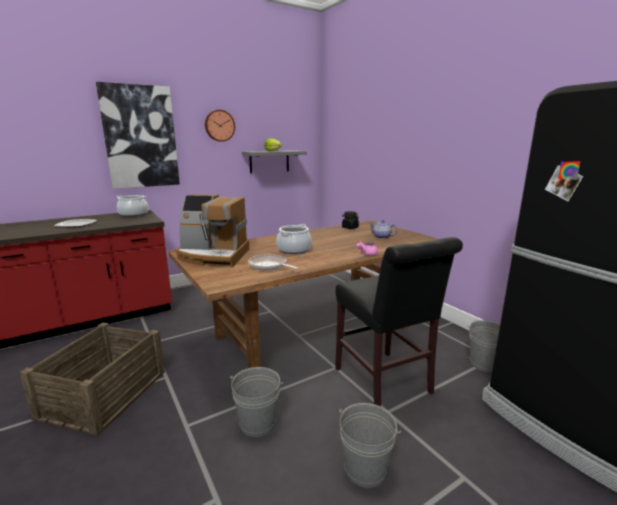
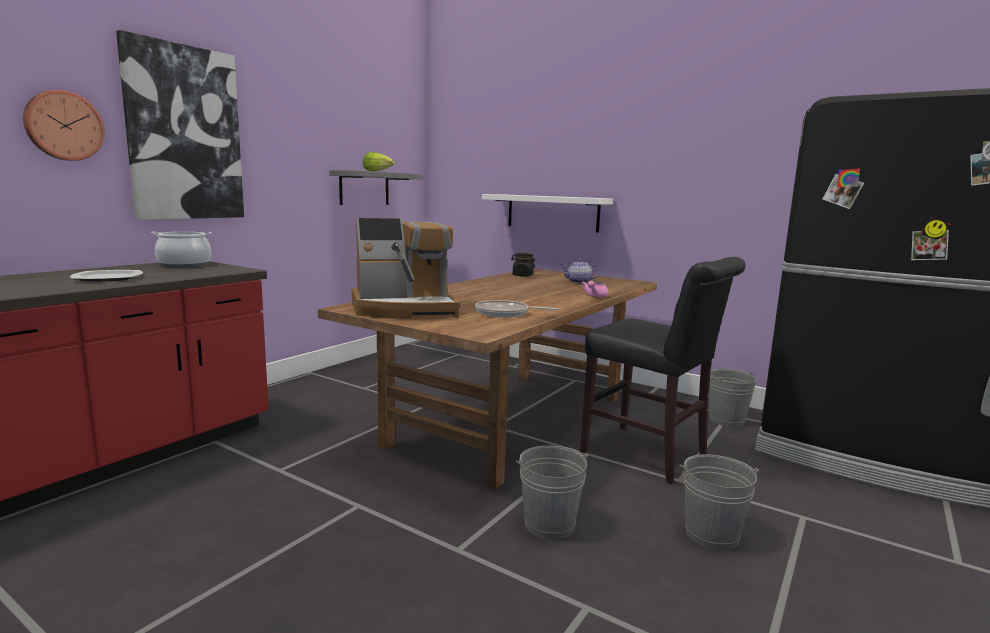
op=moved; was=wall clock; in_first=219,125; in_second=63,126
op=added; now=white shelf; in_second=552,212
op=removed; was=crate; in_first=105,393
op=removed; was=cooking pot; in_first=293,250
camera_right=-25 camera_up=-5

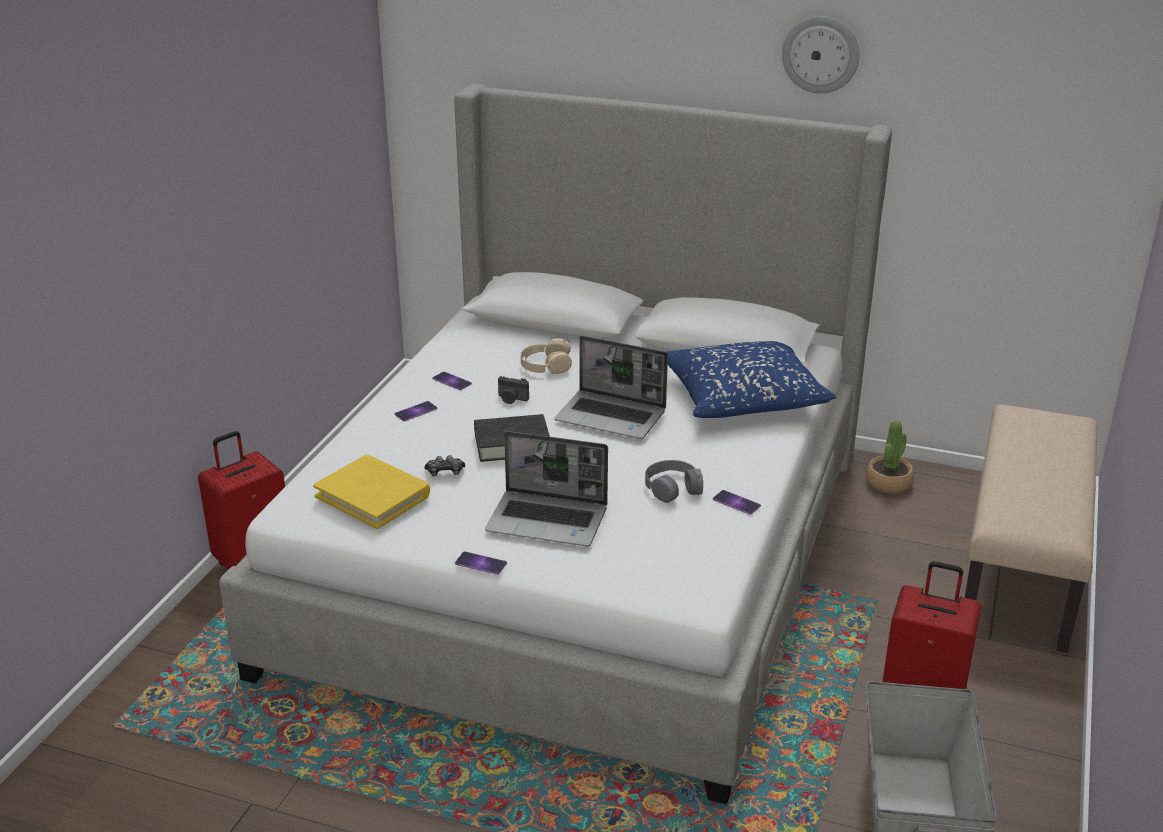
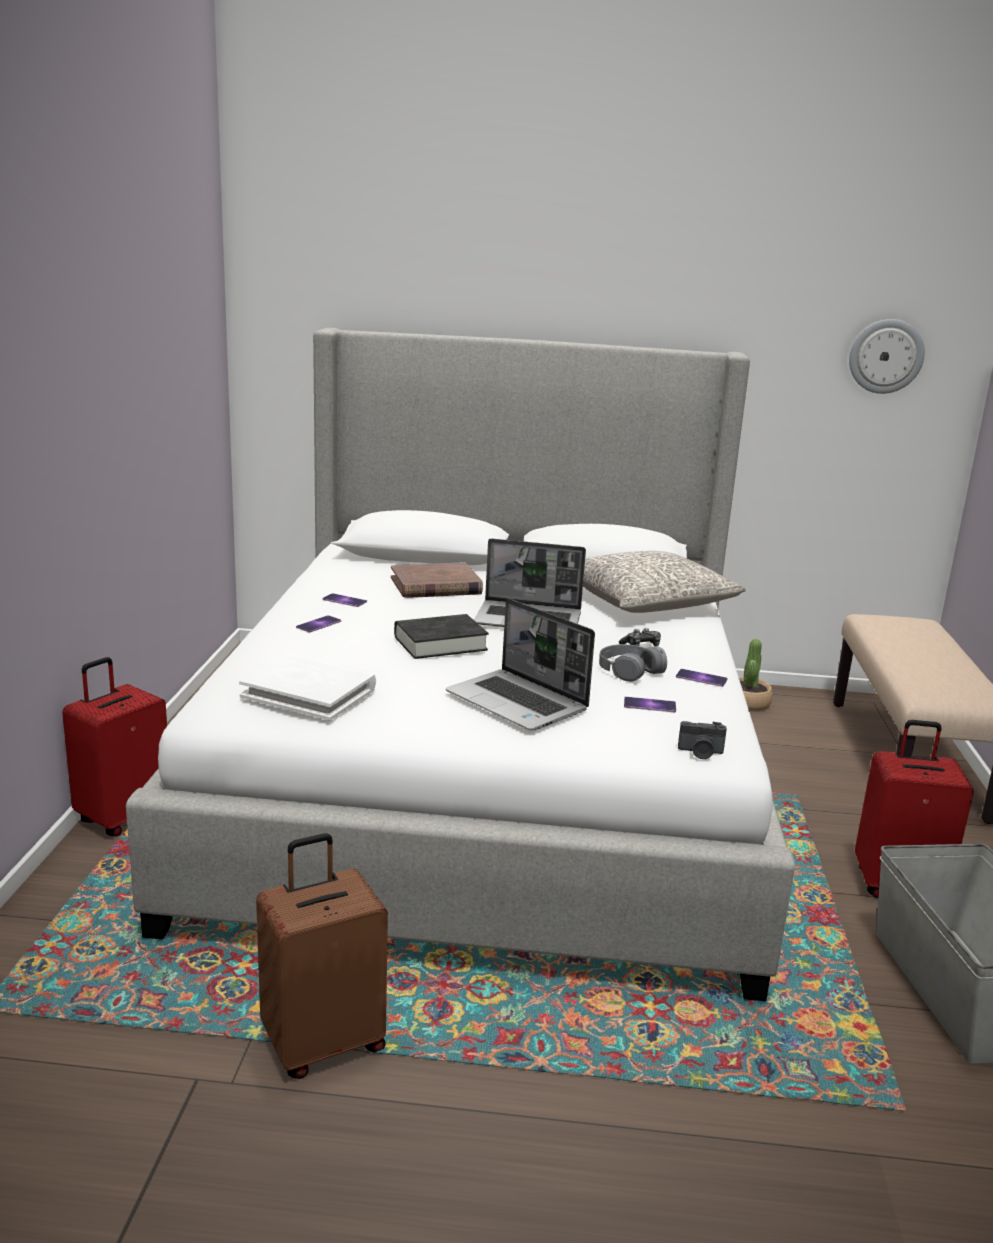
op=recoloured; was=yellow book; now=white book; in_first=373,496; in_second=309,692
op=added; now=brown suitcase; in_second=323,1043
op=replaced; was=beige headphones; now=brown book; in_first=545,365; in_second=435,586
op=turned; was=laptop; in_first=549,520; in_second=518,703; clockwise=45
op=recoloured; was=blue pillow; now=grey pillow; in_first=743,397; in_second=646,601
op=moved; was=game controller; in_first=445,472; in_second=641,646
op=moved; was=phone; in_first=480,563; in_second=649,705
op=moved; was=photo camera; in_first=511,399; in_second=700,753
op=moved; was=wall clock; in_first=821,54; in_second=886,356
camera_right=-15 camera_up=-10

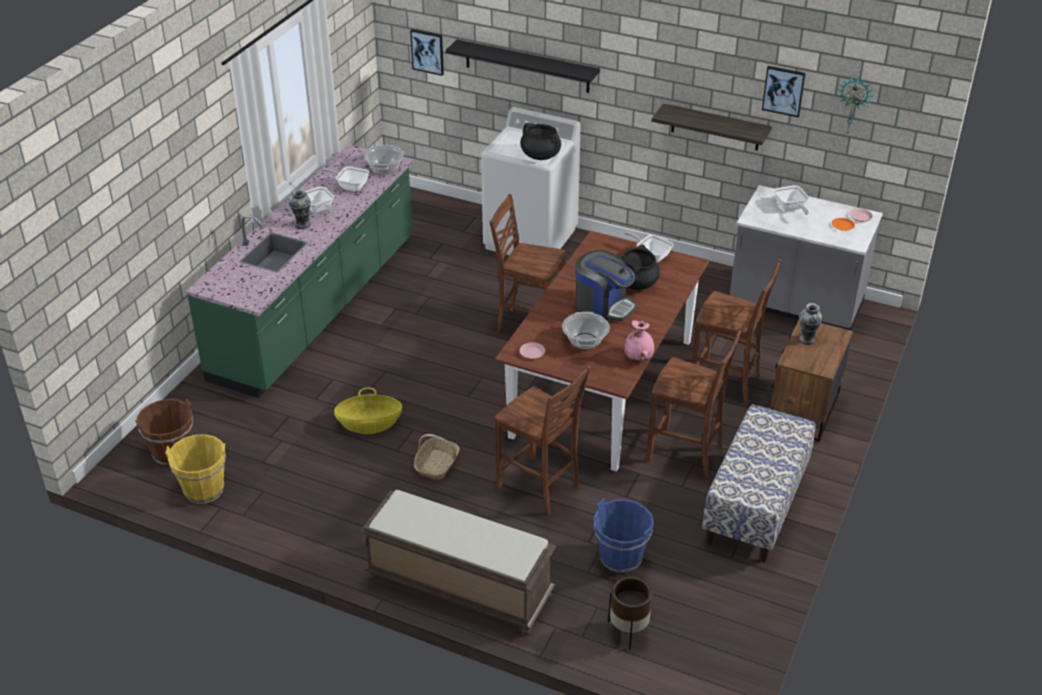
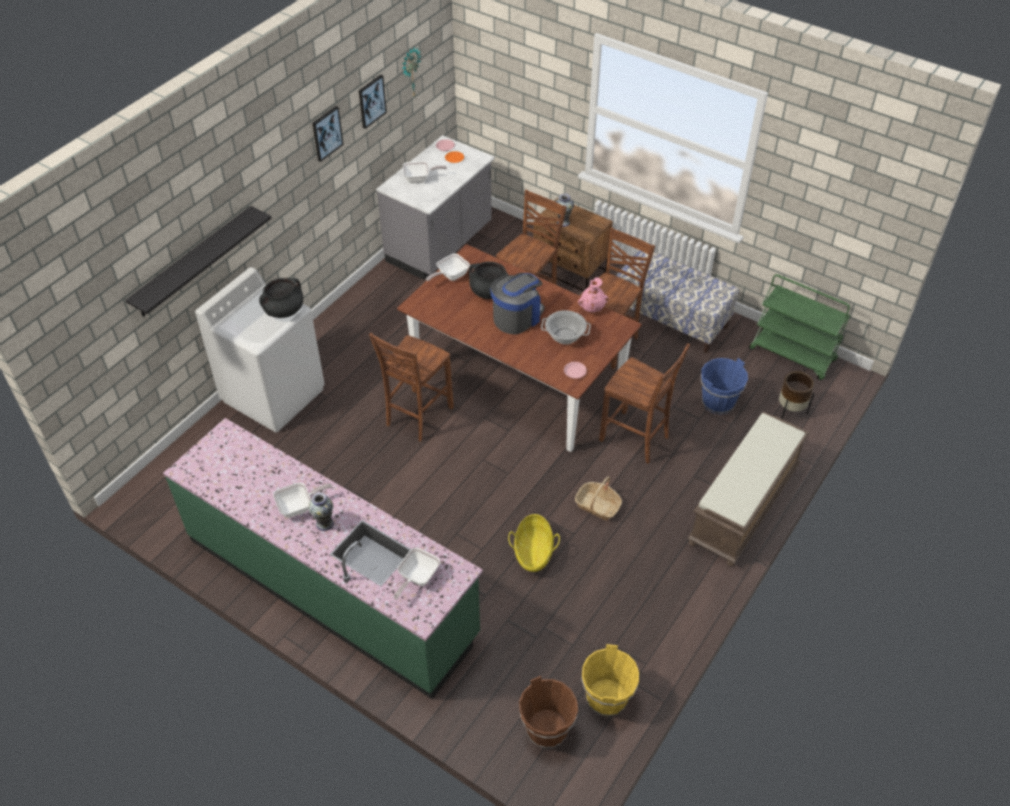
op=moved; was=picture; in_first=427,51; in_second=326,133
op=moved; was=frying pan; in_first=350,186; in_second=416,578
op=turned; was=brown chair; in_first=540,487; in_second=635,439; clockwise=75
op=added; now=green cart; in_second=793,355
op=removed; was=cooking pot; in_first=384,168
op=removed; was=shelf; in_first=715,127
camera_right=-80 camera_up=10

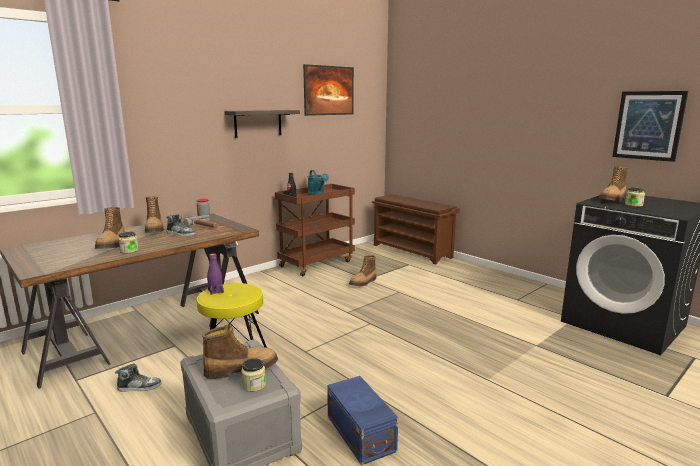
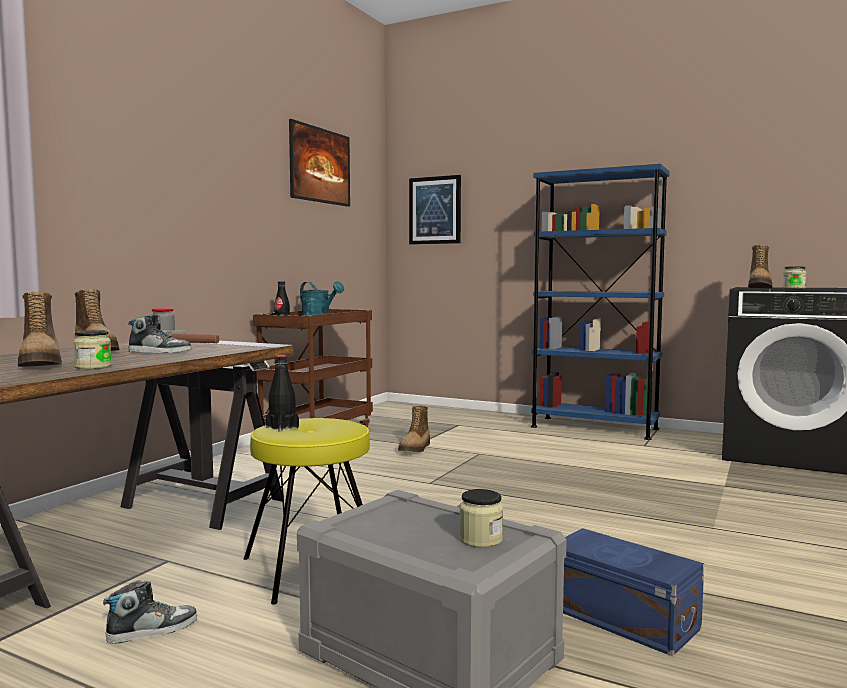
op=recoloured; was=purple bottle; now=black bottle; in_first=215,291; in_second=282,427
op=moved; was=picture; in_first=648,125; in_second=435,210
op=added; now=blue bookcase; in_second=594,428
op=removed; was=boot; in_first=241,369
op=removed; was=shelf; in_first=258,123
op=removed; was=brown shoe rack; in_first=412,251
camera_right=-20 camera_up=-10

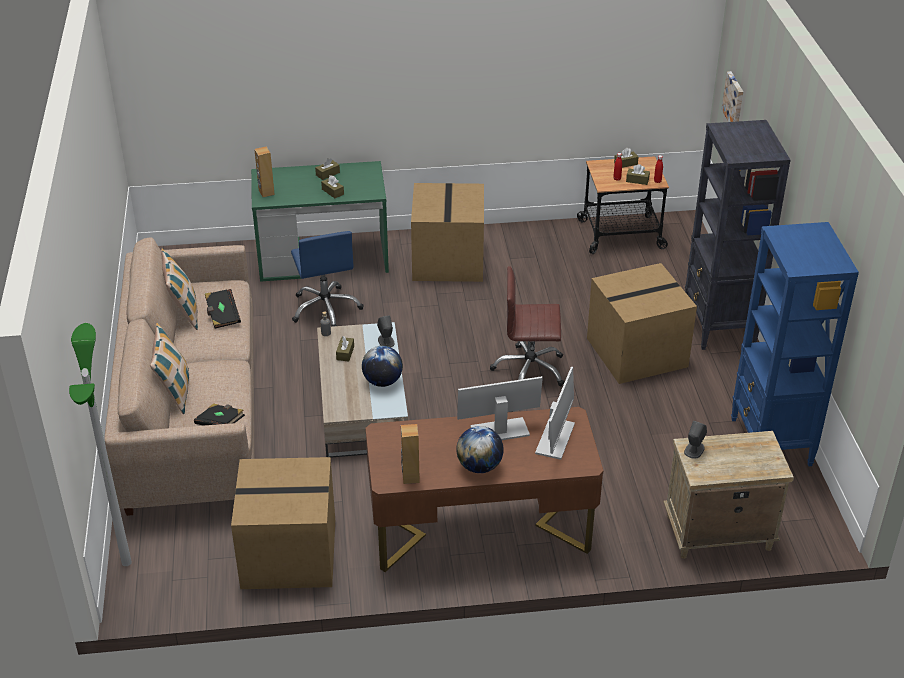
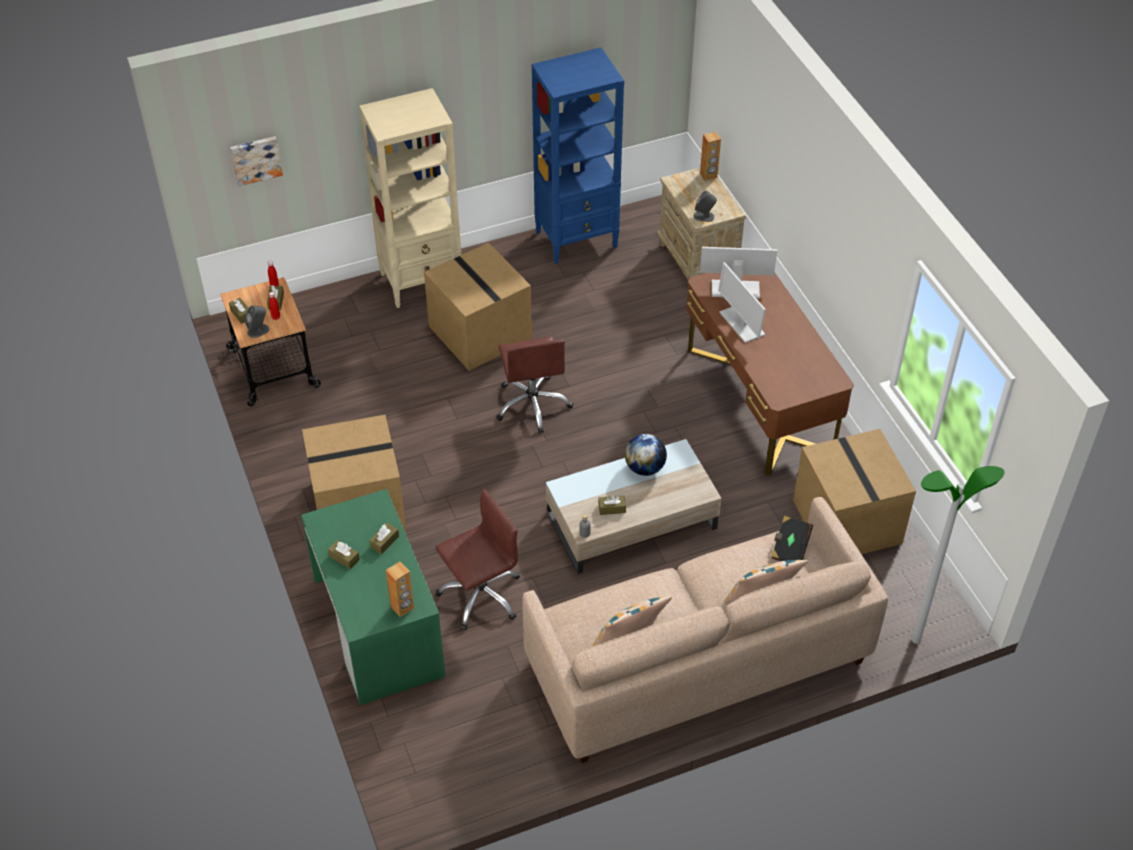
op=moved; was=grey speaker; in_first=386,341; in_second=258,330
op=recoloured; was=black bookcase; now=beige bookcase; in_first=719,326; in_second=422,282
op=recoloured; was=blue office chair; now=brown office chair; in_first=326,308; in_second=480,595
op=moved; was=brown speaker; in_first=410,477; in_second=708,175
op=removed; was=black book; in_first=222,315
op=removed; was=globe; in_first=479,466
camera_right=-105 camera_up=10

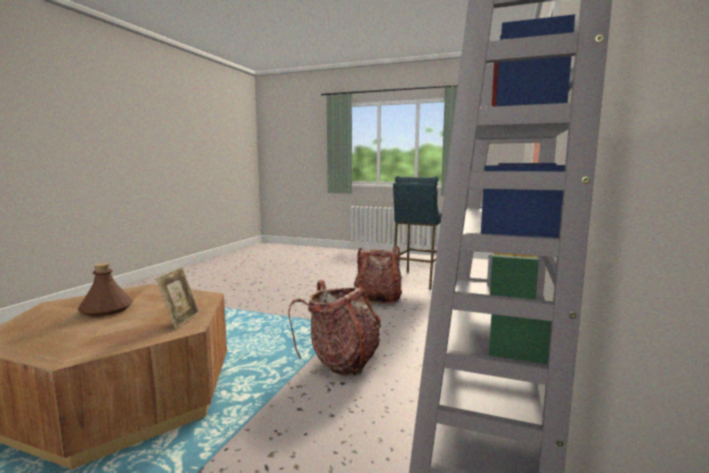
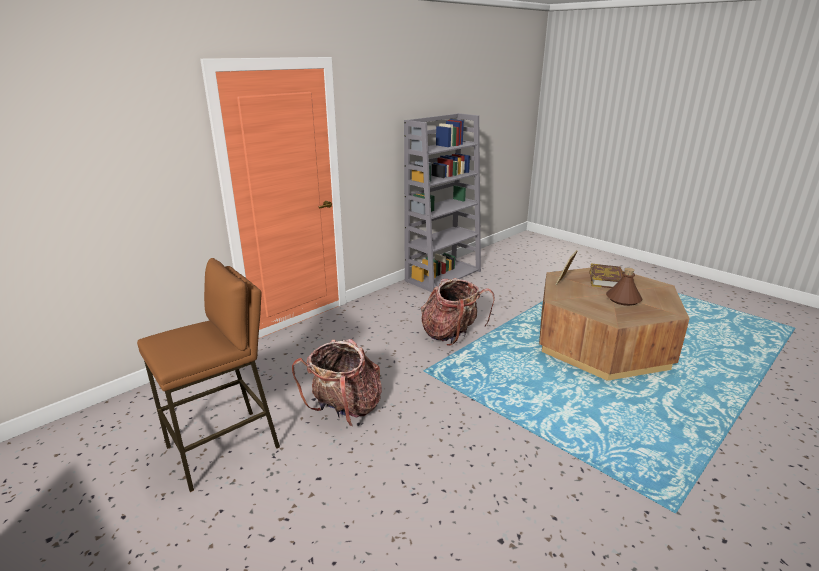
op=recoloured; was=blue stool; now=brown stool; in_first=418,280; in_second=224,447
op=added; now=book; in_second=606,280
camera_right=-155 camera_up=15

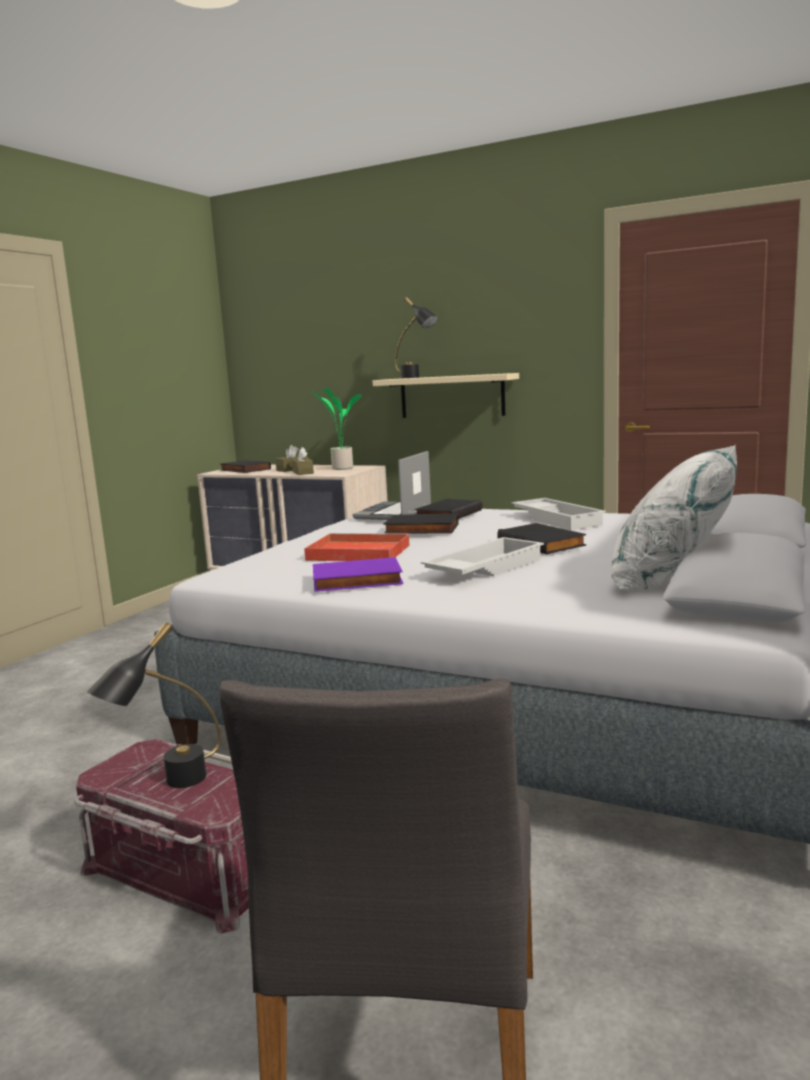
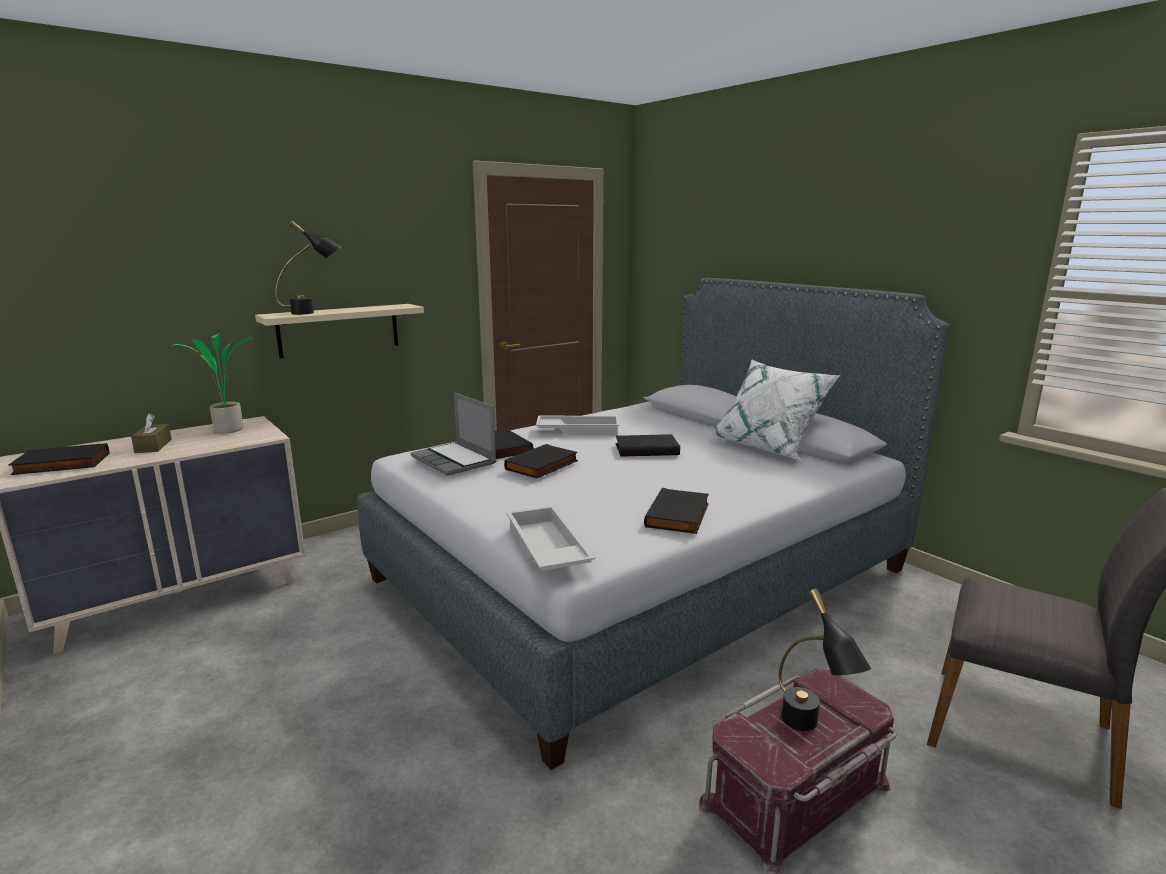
op=moved; was=white tray; in_first=484,568; in_second=545,549
op=recoloured; was=purple book; now=black book; in_first=356,581; in_second=679,516
op=removed; was=brown tissue box; in_first=303,472
op=removed; was=red tray; in_first=356,552
camera_right=-65 camera_up=5

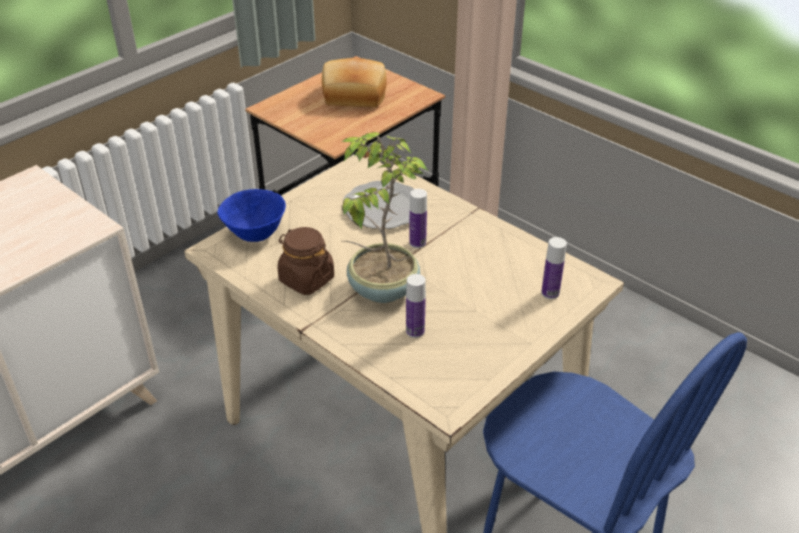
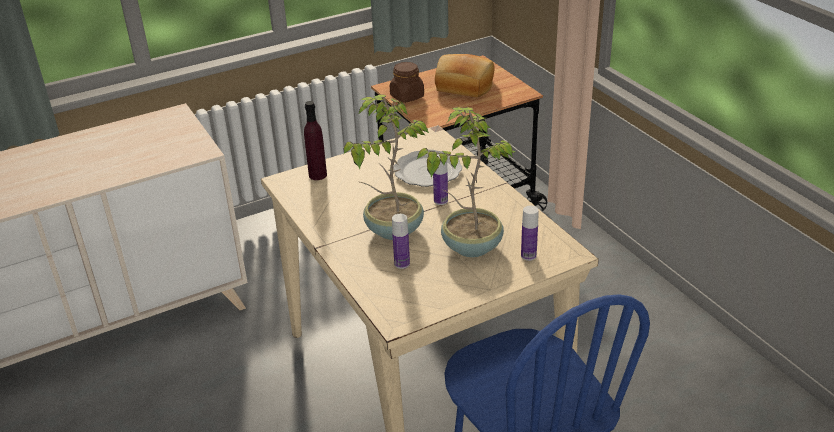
op=replaced; was=blue bowl; now=purple bottle; in_first=254,234; in_second=317,175
op=moved; was=brown jar; in_first=306,279; in_second=407,96
op=added; now=potted plant; in_second=471,246
camera_right=20 camera_up=-5

